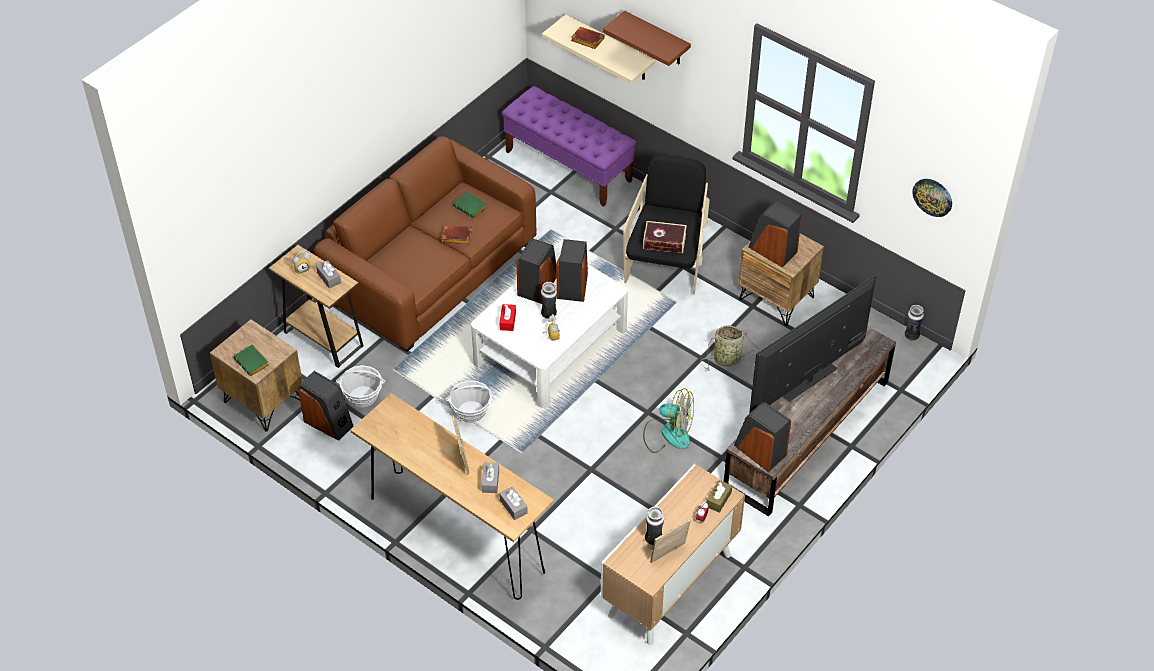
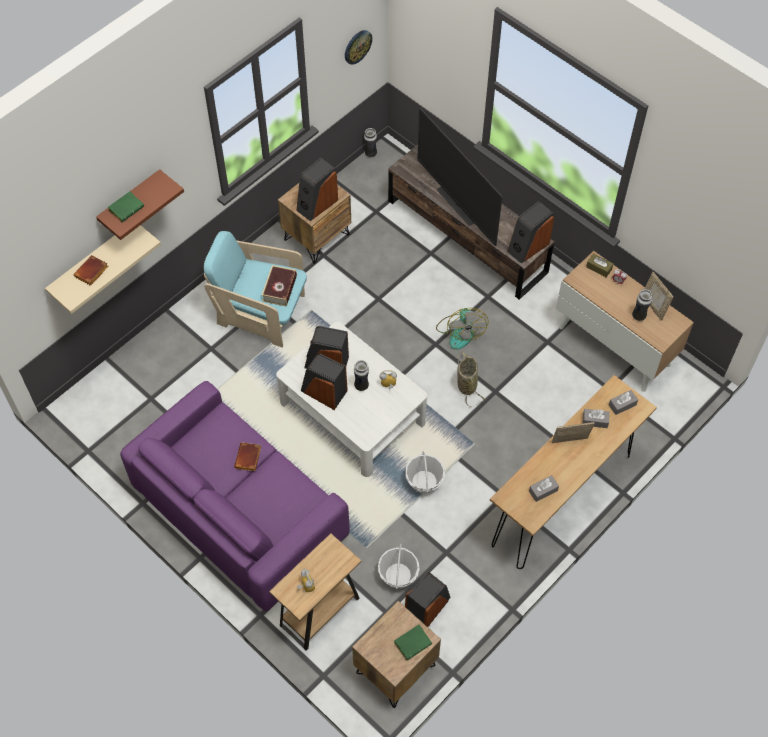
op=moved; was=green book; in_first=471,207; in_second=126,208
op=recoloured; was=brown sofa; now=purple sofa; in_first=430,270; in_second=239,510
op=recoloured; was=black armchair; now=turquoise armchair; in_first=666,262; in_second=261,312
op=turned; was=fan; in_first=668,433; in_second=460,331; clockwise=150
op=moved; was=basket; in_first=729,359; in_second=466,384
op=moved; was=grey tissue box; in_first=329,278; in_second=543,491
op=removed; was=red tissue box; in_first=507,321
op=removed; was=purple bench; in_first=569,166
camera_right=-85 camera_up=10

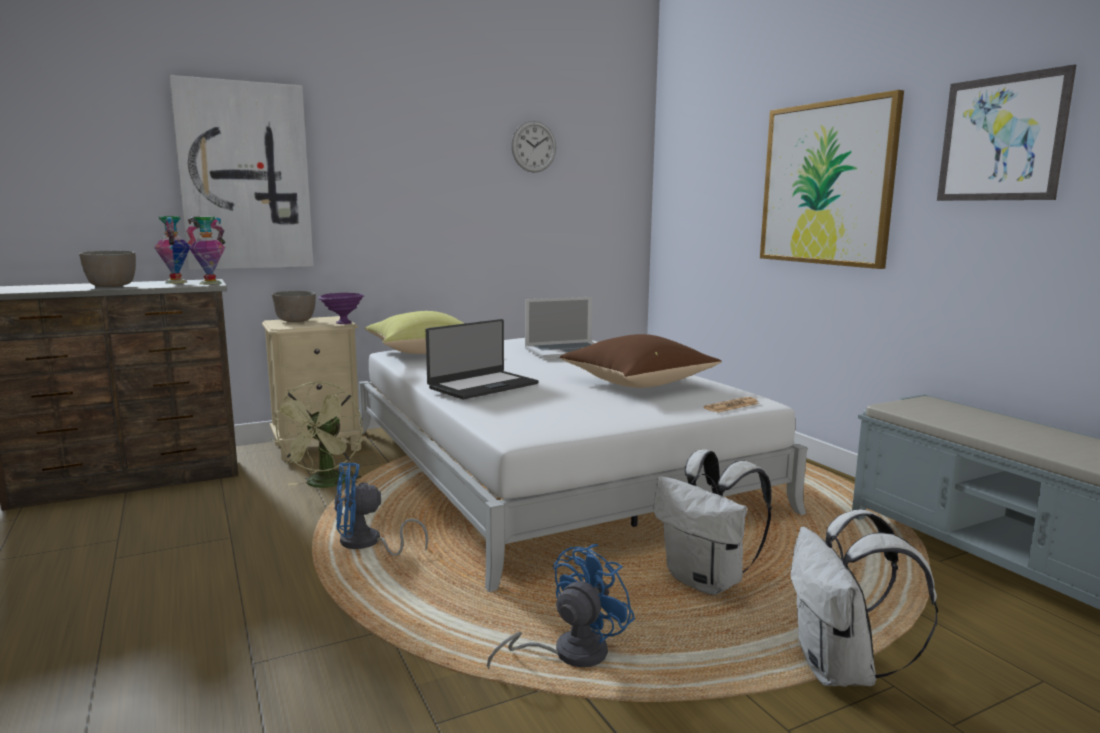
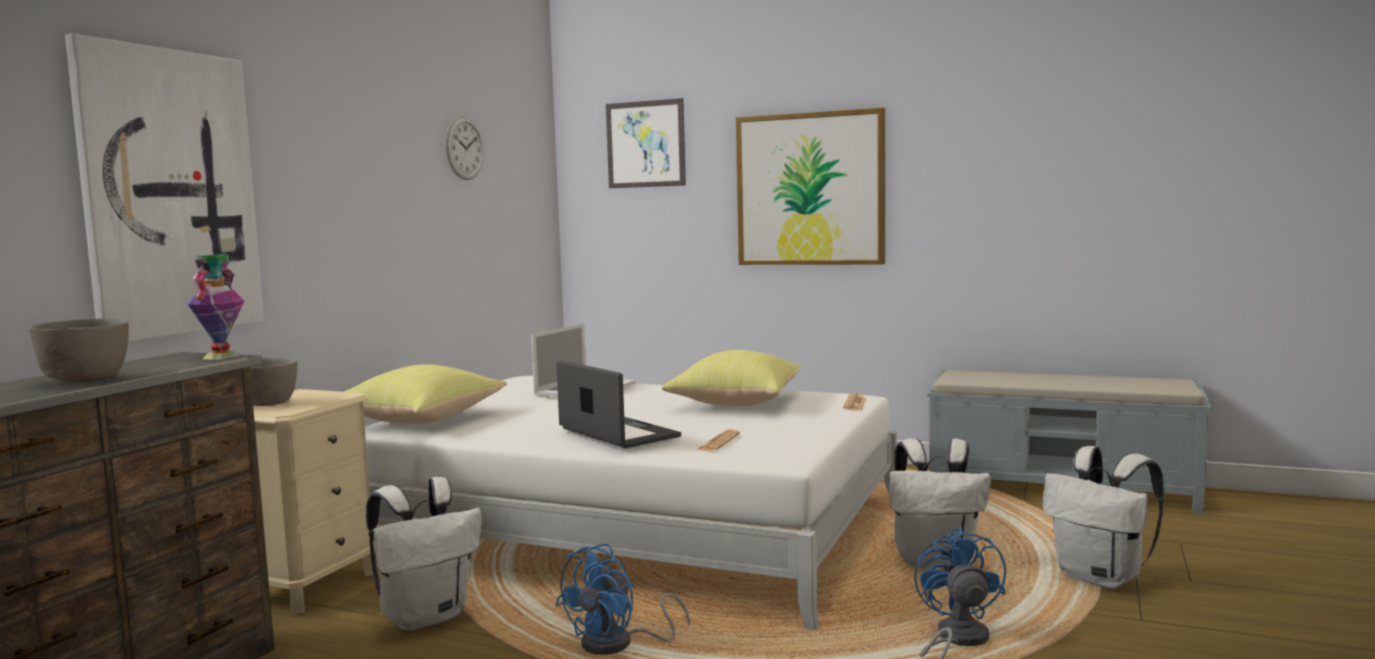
op=replaced; was=green fan; now=white backpack; in_first=325,485; in_second=426,617
op=turned; was=laptop; in_first=482,385; in_second=617,433; clockwise=-45
op=moved; was=picture; in_first=1001,138; in_second=645,144
op=recoloured; was=brown pillow; now=yellow pillow; in_first=638,384; in_second=734,403
op=added; now=newspaper; in_second=718,442
op=removed; was=vase; in_first=176,282
op=removed; was=purple bowl; in_first=342,323
camera_right=-40 camera_up=-5

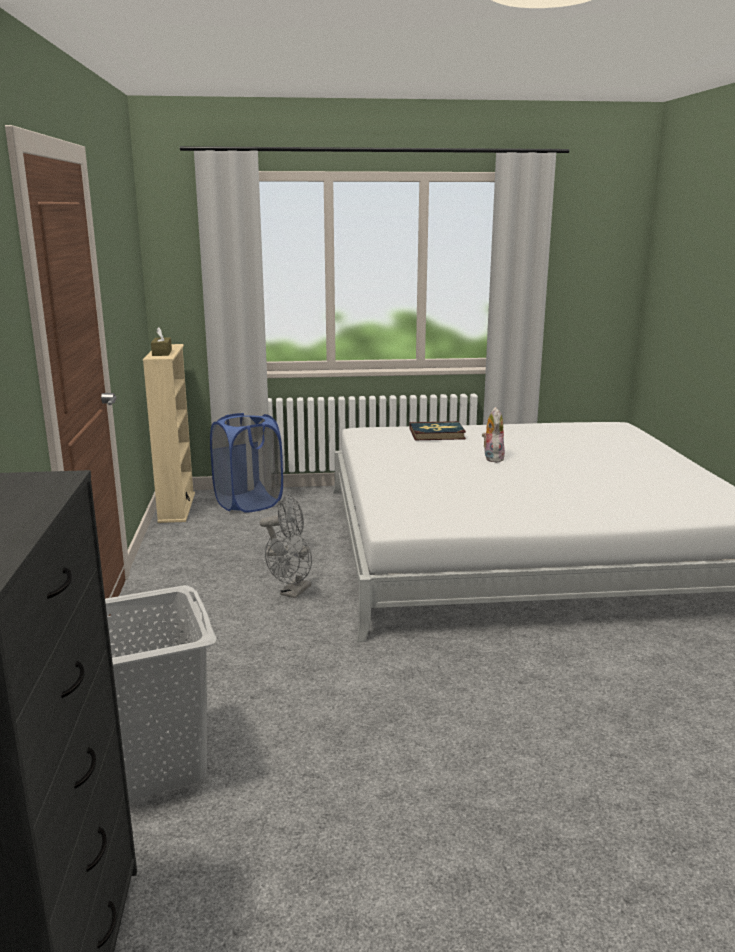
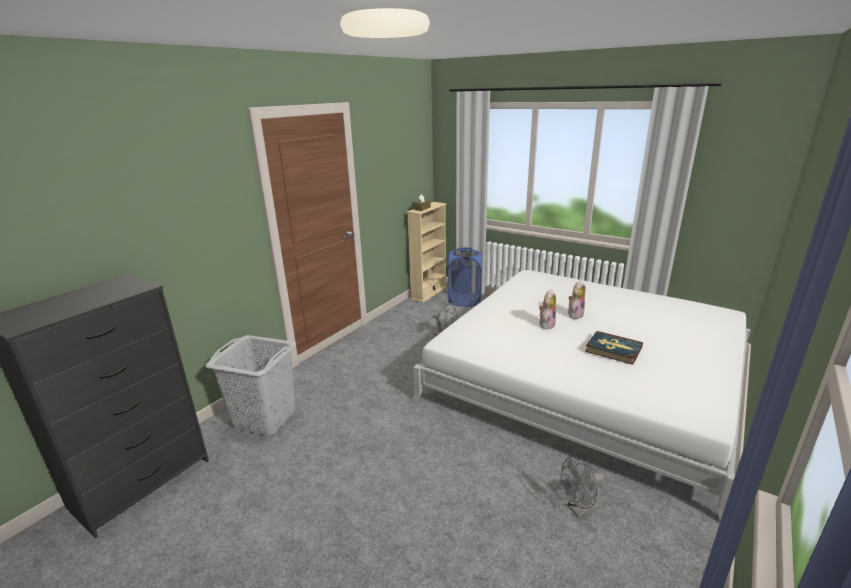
op=added; now=plush toy; in_second=546,324
op=moved; was=grey fan; in_first=293,593; in_second=579,509
op=moved; was=book; in_first=437,434; in_second=613,349
camera_right=40 camera_up=5

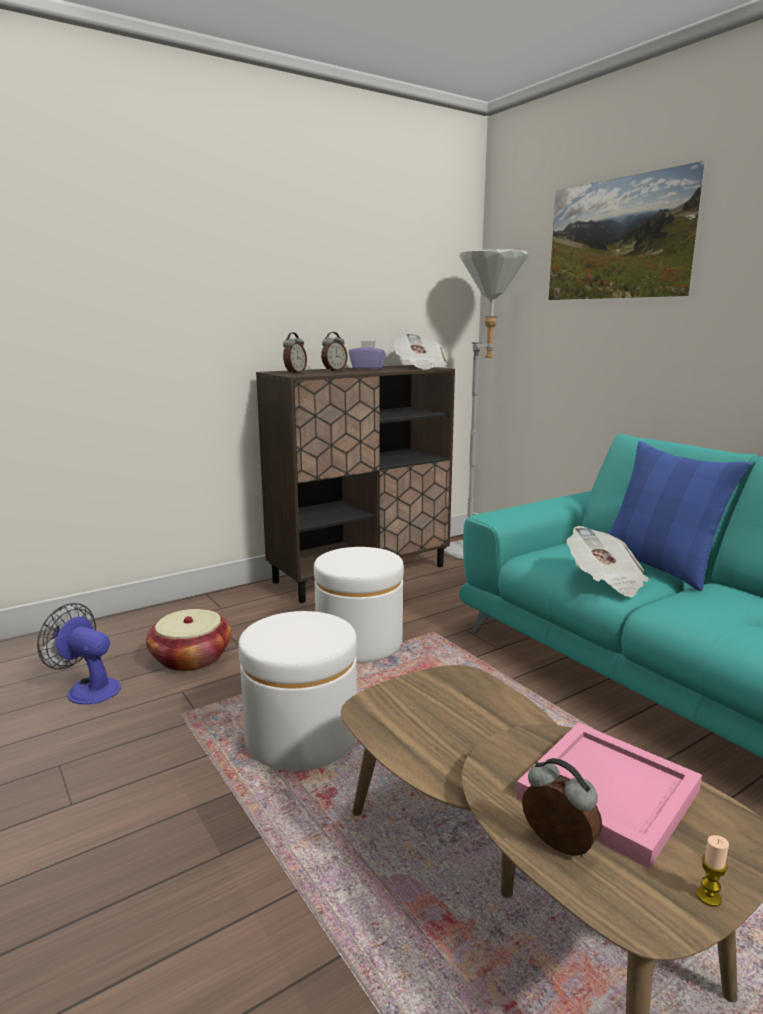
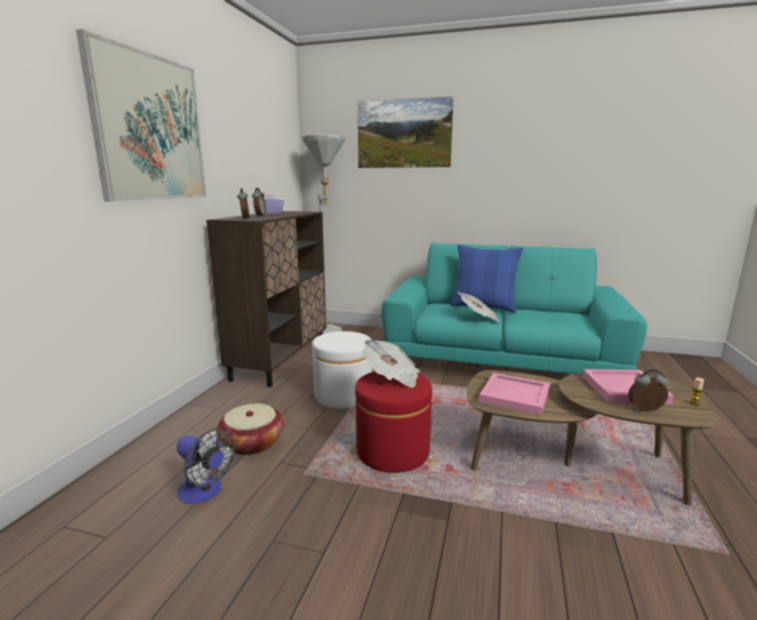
op=added; now=picture; in_second=150,128
op=turned; was=fan; in_first=87,688; in_second=205,492; clockwise=-135
op=recoloured; was=white ottoman; now=red ottoman; in_first=301,737; in_second=393,451
op=moved; was=newspaper; in_first=420,367; in_second=392,377
op=added; now=pink tray; in_second=514,395
camera_right=-40 camera_up=0

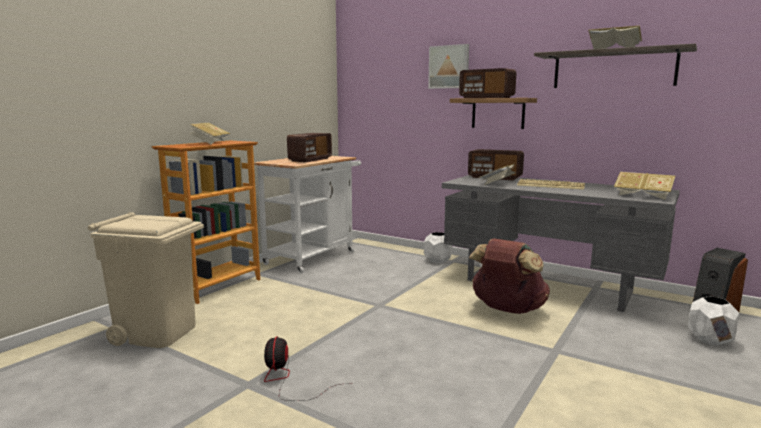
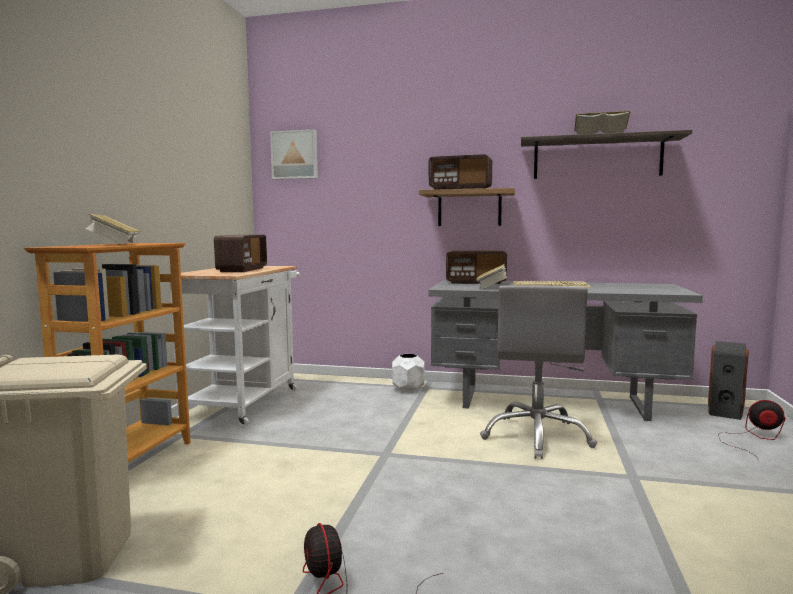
op=moved; was=picture; in_first=449,67; in_second=295,155
op=replaced; was=brown backpack; now=grey office chair; in_first=507,309; in_second=537,436
op=replaced; was=white planter; now=fan; in_first=710,340; in_second=754,438
op=removed; was=book; in_first=642,196
camera_right=-20 camera_up=-5

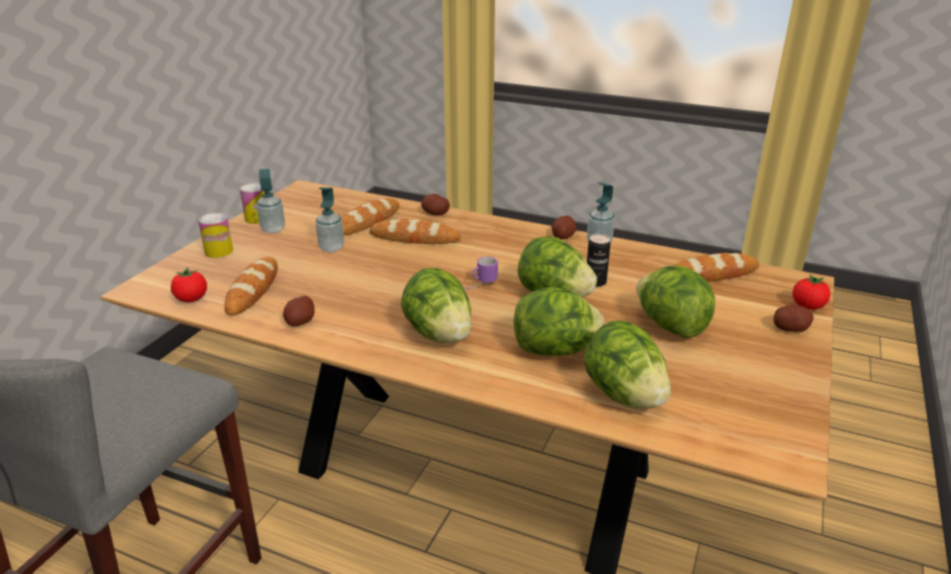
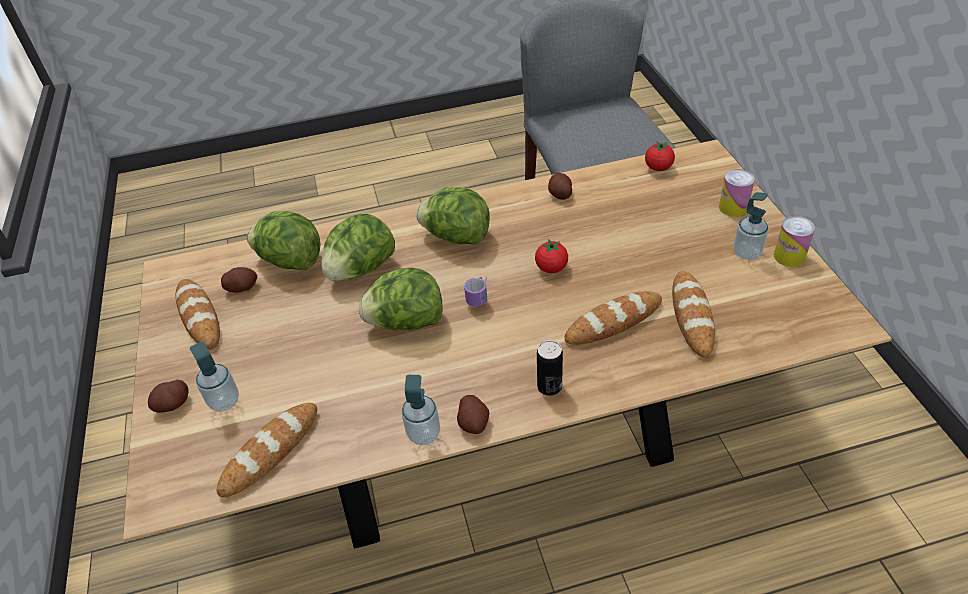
op=moved; was=bread; in_first=253,290; in_second=199,317
op=moved; was=soap dispenser; in_first=331,248; in_second=224,401
op=moved; was=potato; in_first=435,213; in_second=242,287
op=moved; was=tomato; in_first=807,306; in_second=551,268
op=moved; was=can; in_first=595,282; in_second=549,386
op=removed; was=lettuce; in_first=670,326
camera_right=145 camera_up=15

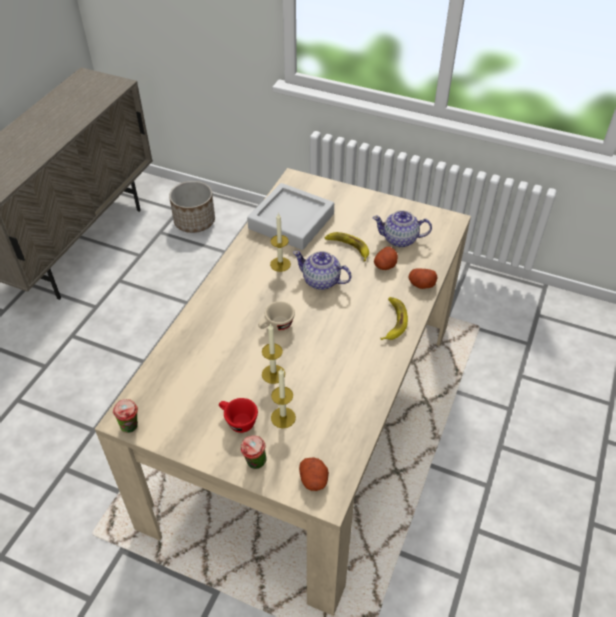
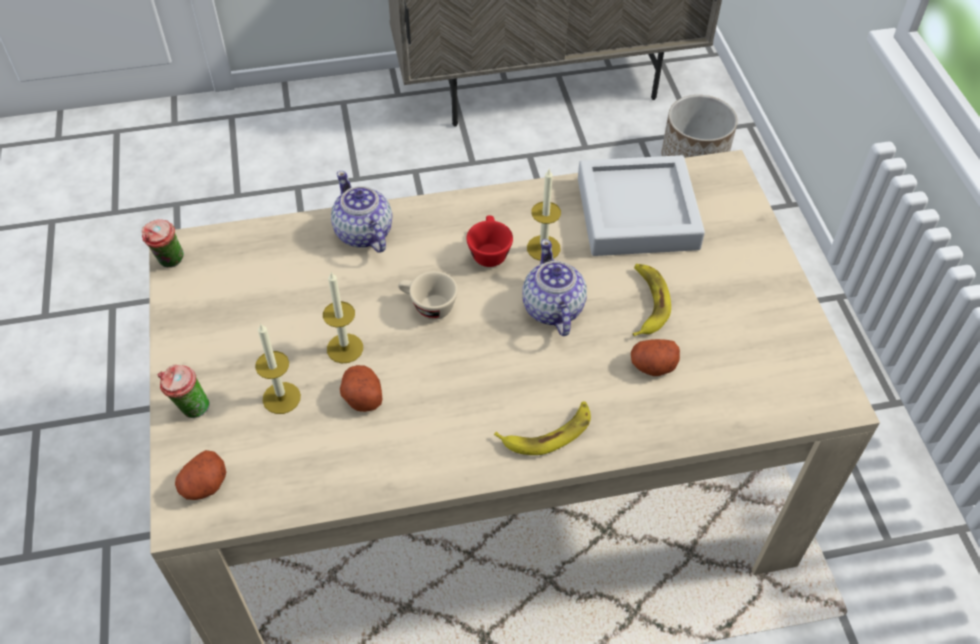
op=moved; was=teapot; in_first=400,239; in_second=363,233
op=moved; was=potato; in_first=421,284; in_second=361,396
op=moved; was=red cup; in_first=237,421; in_second=488,251
camera_right=55 camera_up=5

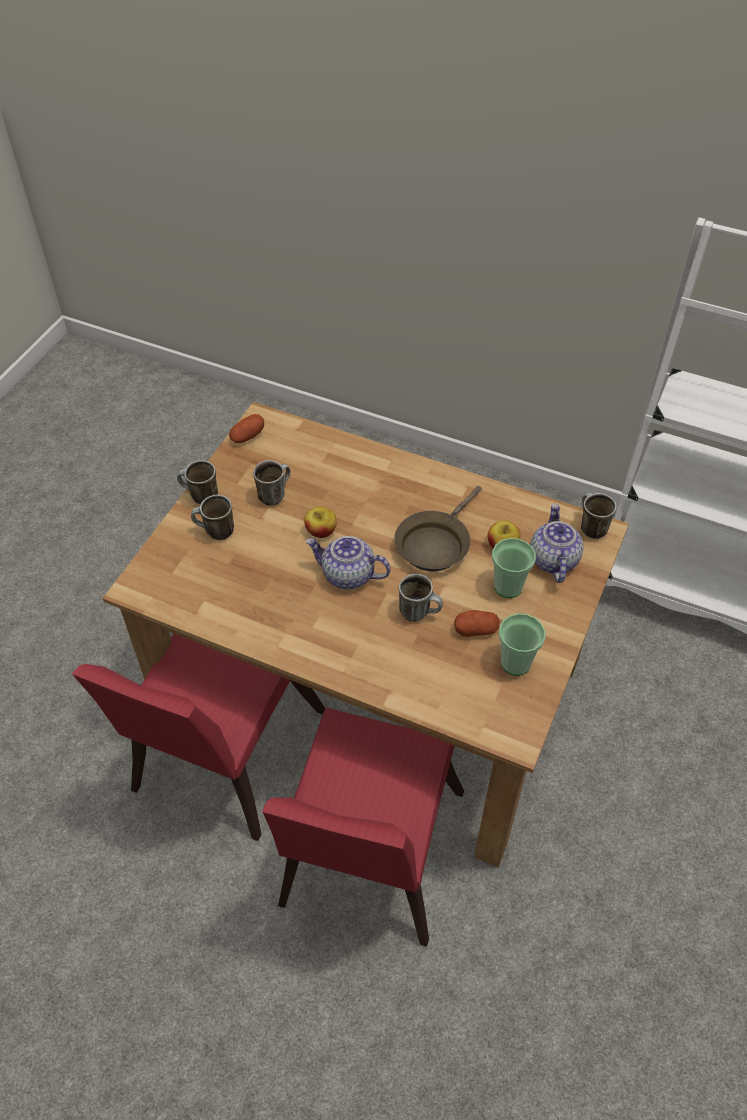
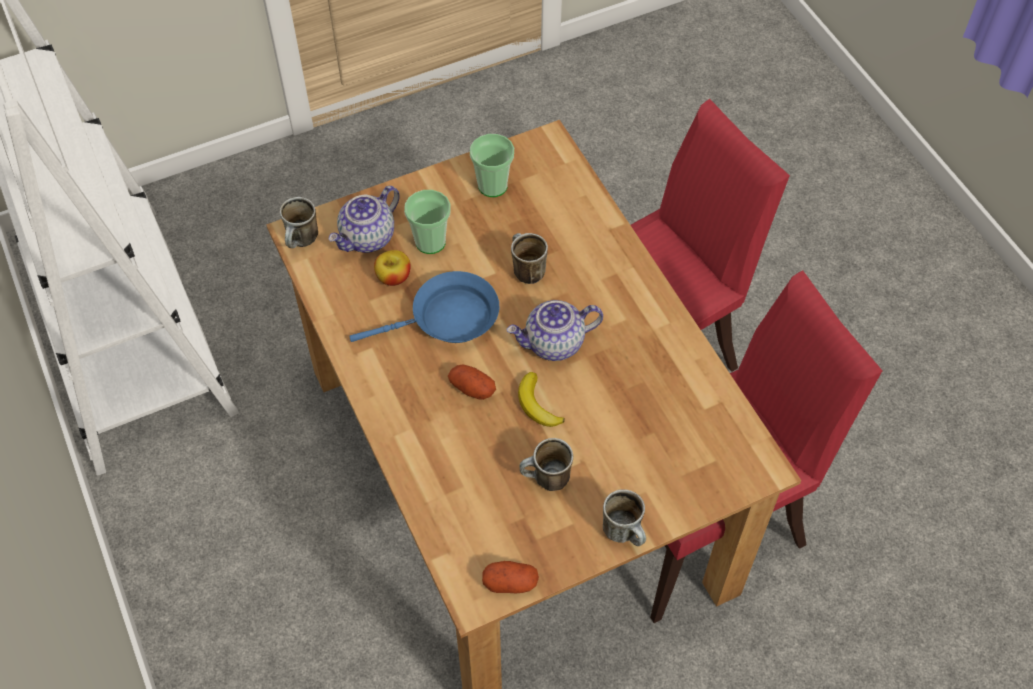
op=recoloured; was=brown frying pan; now=blue frying pan; in_first=435,544; in_second=448,319
op=moved; was=potato; in_first=476,629; in_second=472,388
op=turned; was=teapot; in_first=347,575; in_second=554,344; clockwise=105
op=replaced; was=apple; now=banana; in_first=321,531; in_second=537,404
op=removed; was=mug; in_first=215,533
camera_right=-140 camera_up=5

